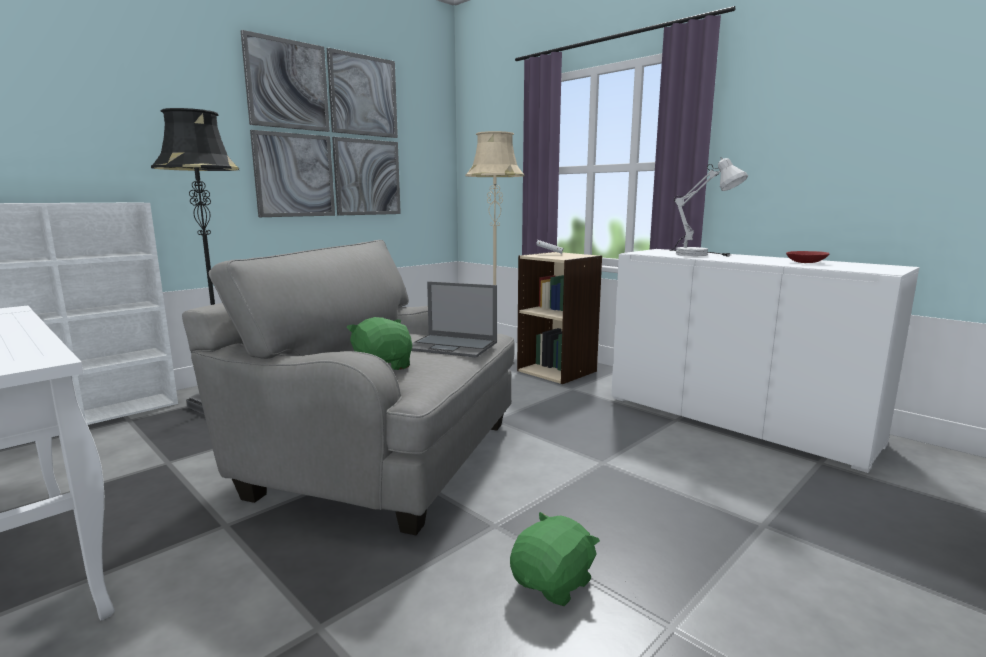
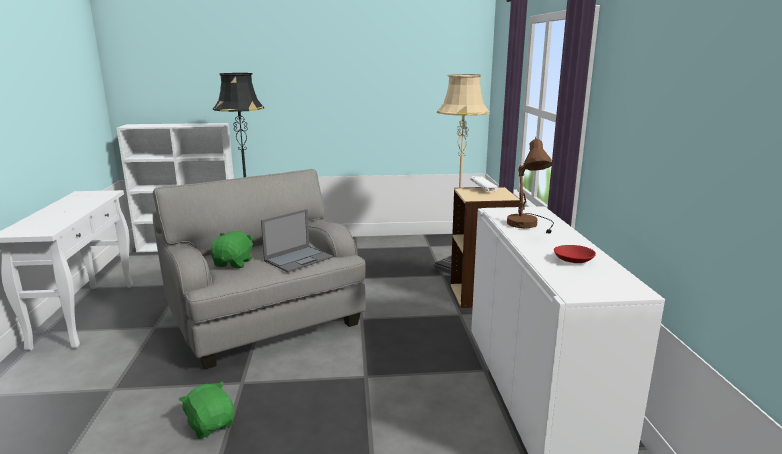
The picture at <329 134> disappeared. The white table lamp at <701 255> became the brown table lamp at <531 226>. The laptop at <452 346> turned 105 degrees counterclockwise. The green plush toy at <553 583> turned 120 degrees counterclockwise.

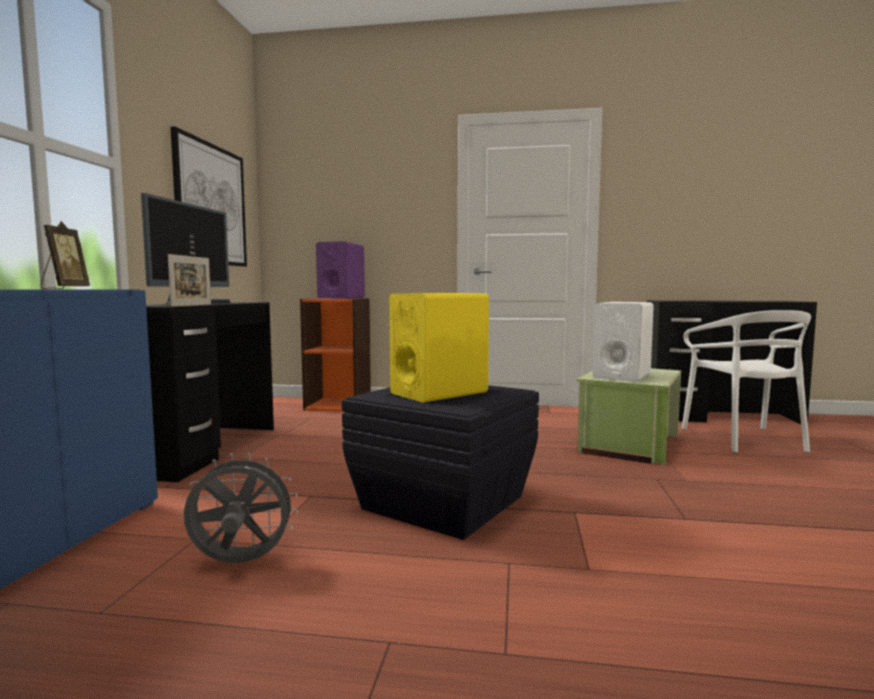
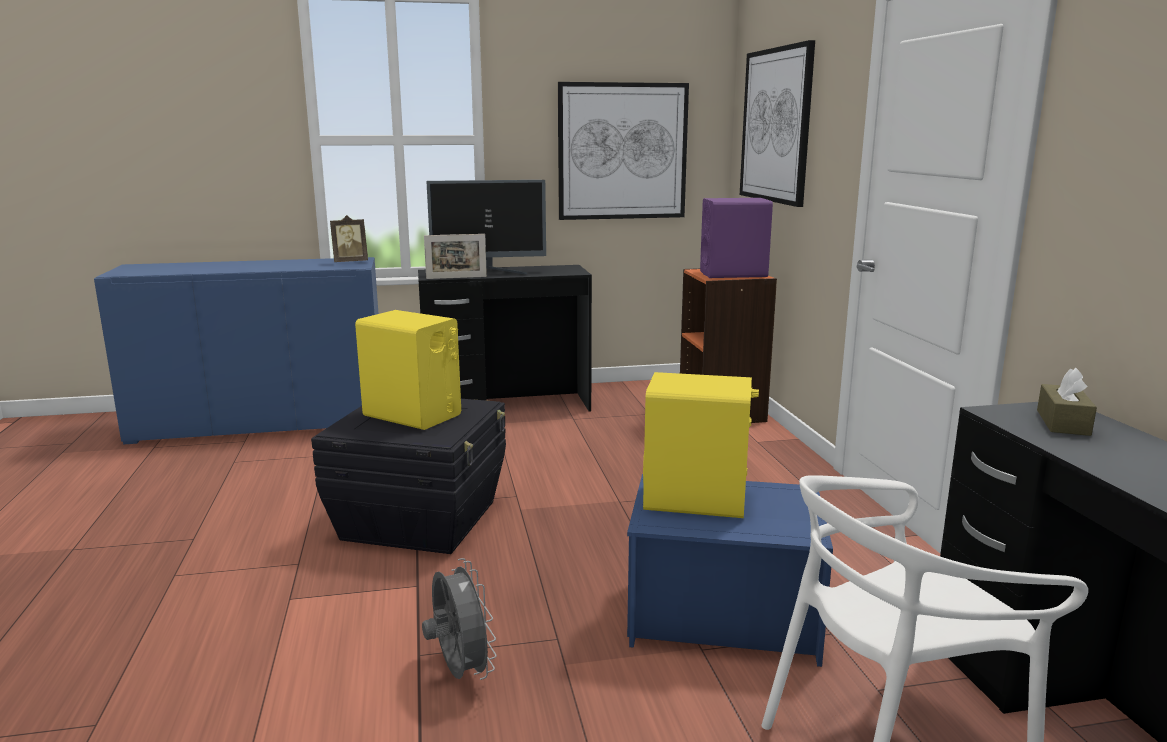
The picture at <776 125> appeared. The brown tissue box at <1063 422> appeared. The grey fan moved from <240 564> to <460 672>. The green storage box at <627 444> became the blue storage box at <722 615>. The white speaker at <622 376> became the yellow speaker at <696 500>.

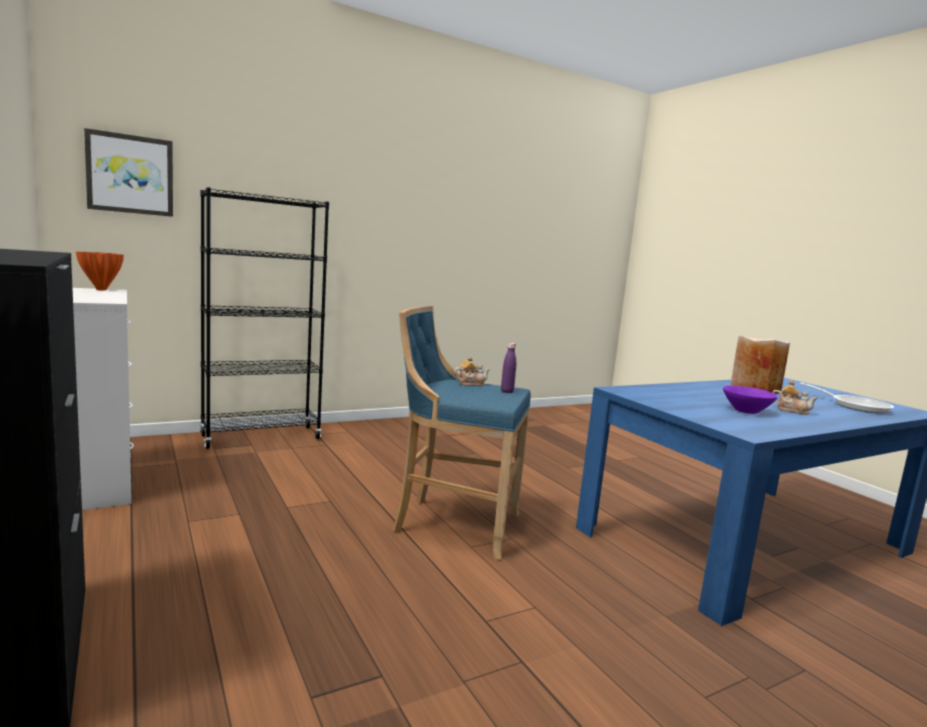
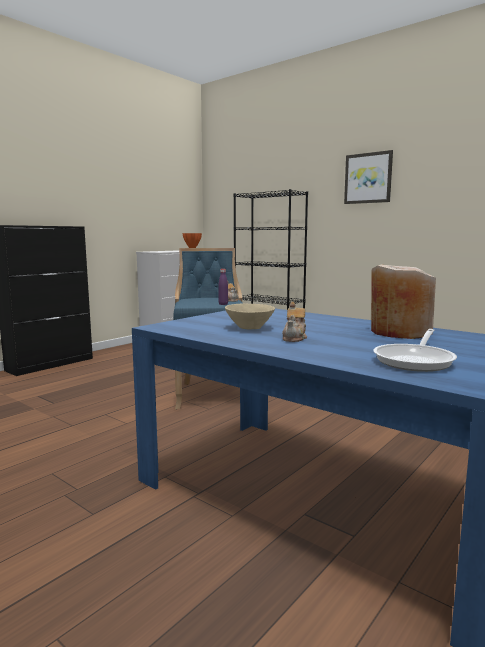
The picture moved from <130 174> to <368 178>. The purple bowl at <747 411> became the beige bowl at <250 328>.

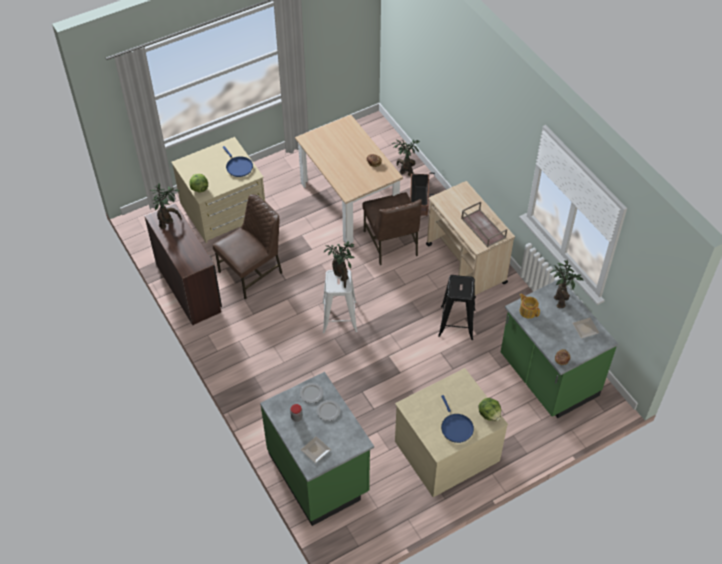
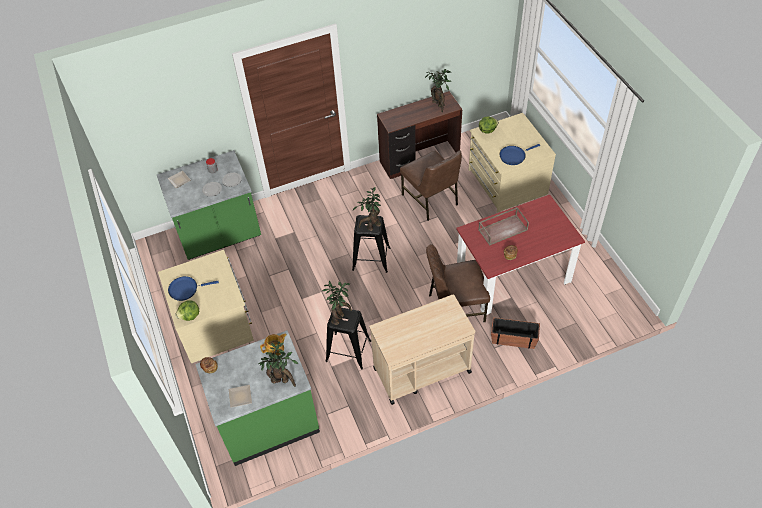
The potted plant moved from <405 172> to <340 317>. The brown tray moved from <482 228> to <503 229>. The beige dining table at <348 202> became the red dining table at <513 276>. The white stool at <339 317> became the black stool at <371 259>.

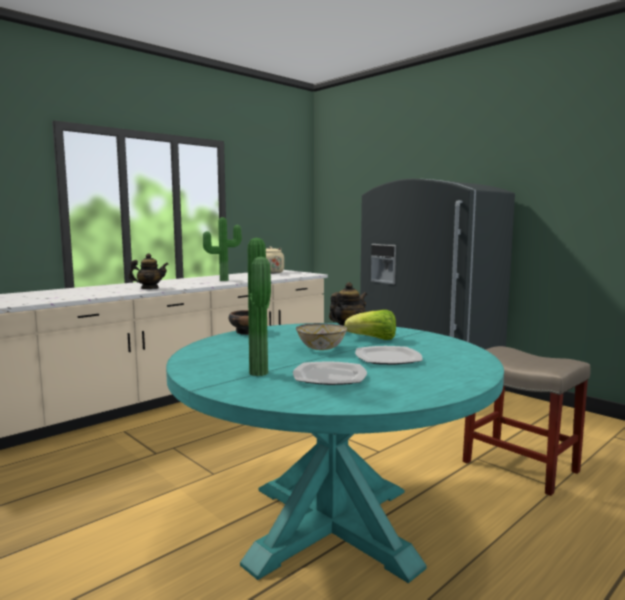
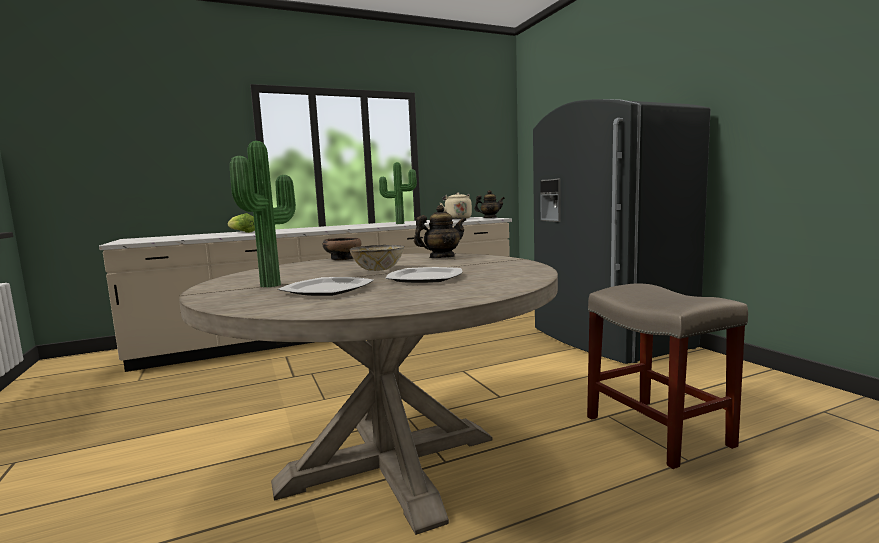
The teapot moved from <149 288> to <490 218>. The lettuce moved from <373 339> to <243 232>. The turquoise dining table at <331 524> became the beige dining table at <389 460>.

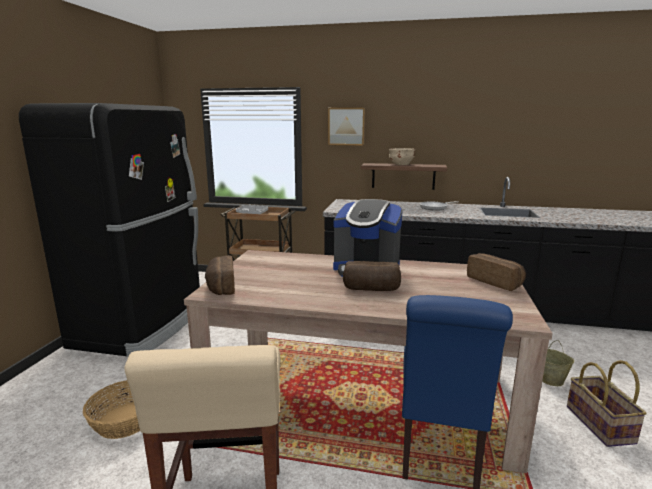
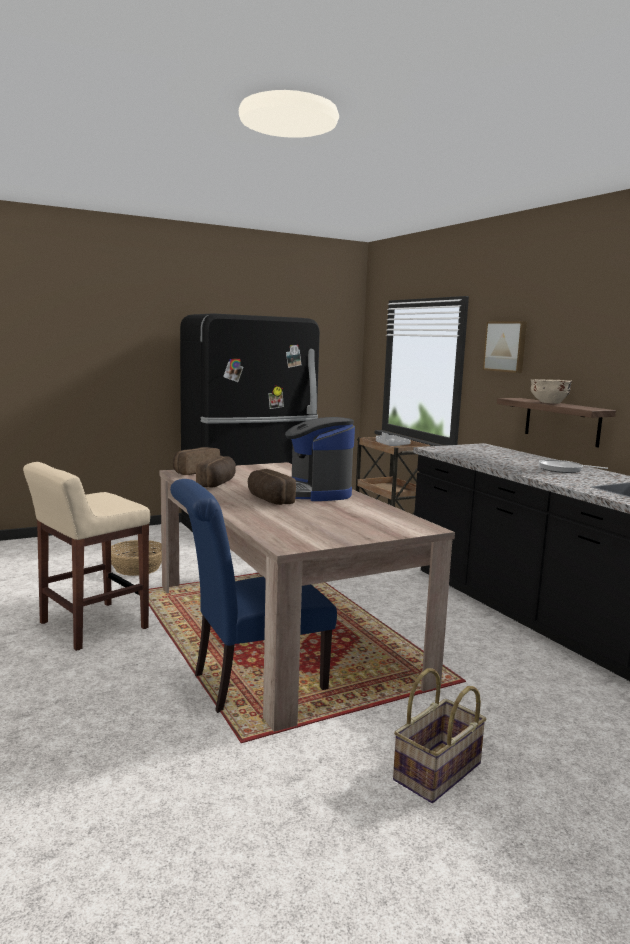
The beige bucket at <552 380> disappeared. The bread moved from <495 281> to <218 483>.

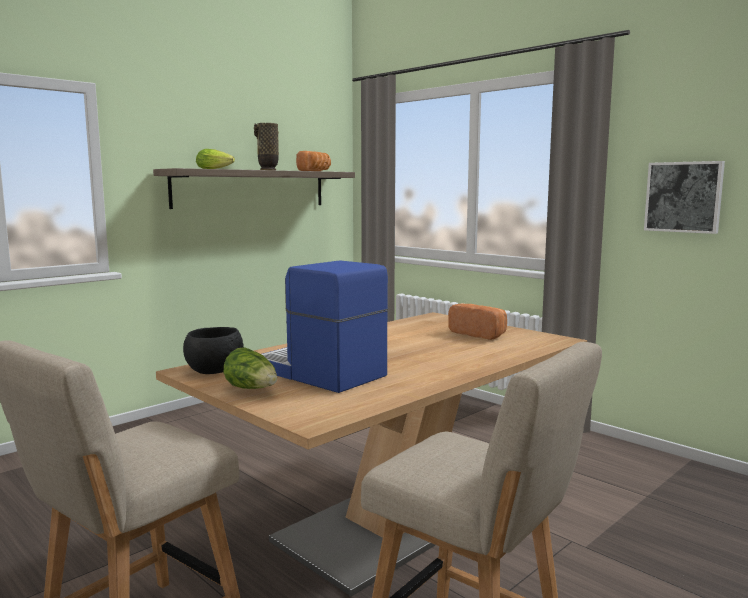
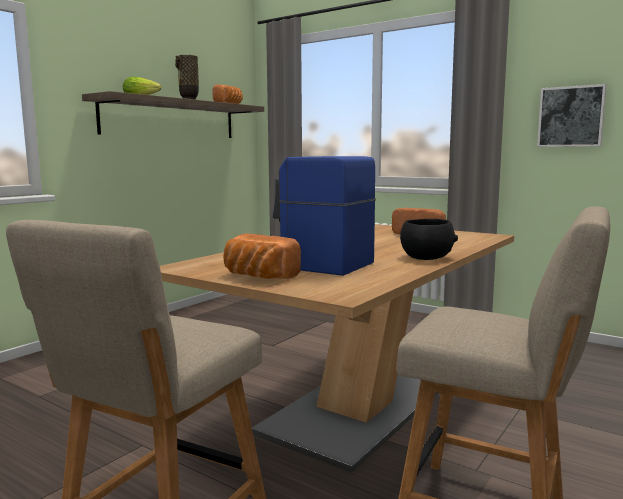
The black bowl moved from <215 370> to <426 257>. The lettuce at <253 389> was replaced by the bread at <258 277>.

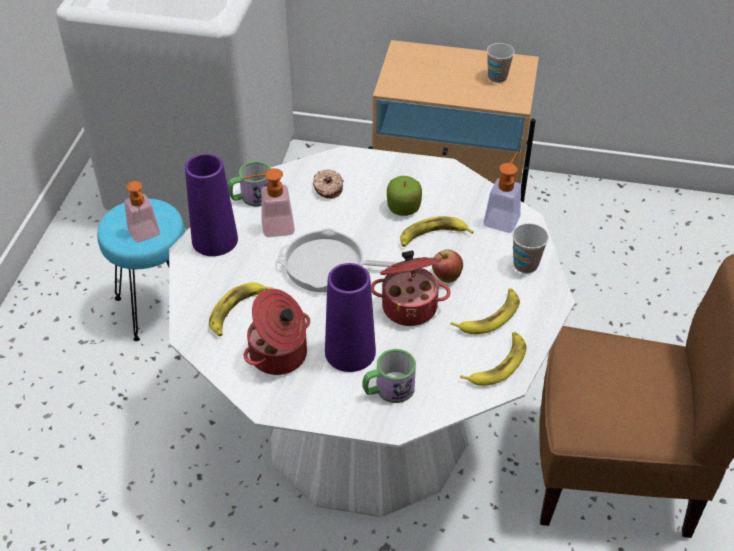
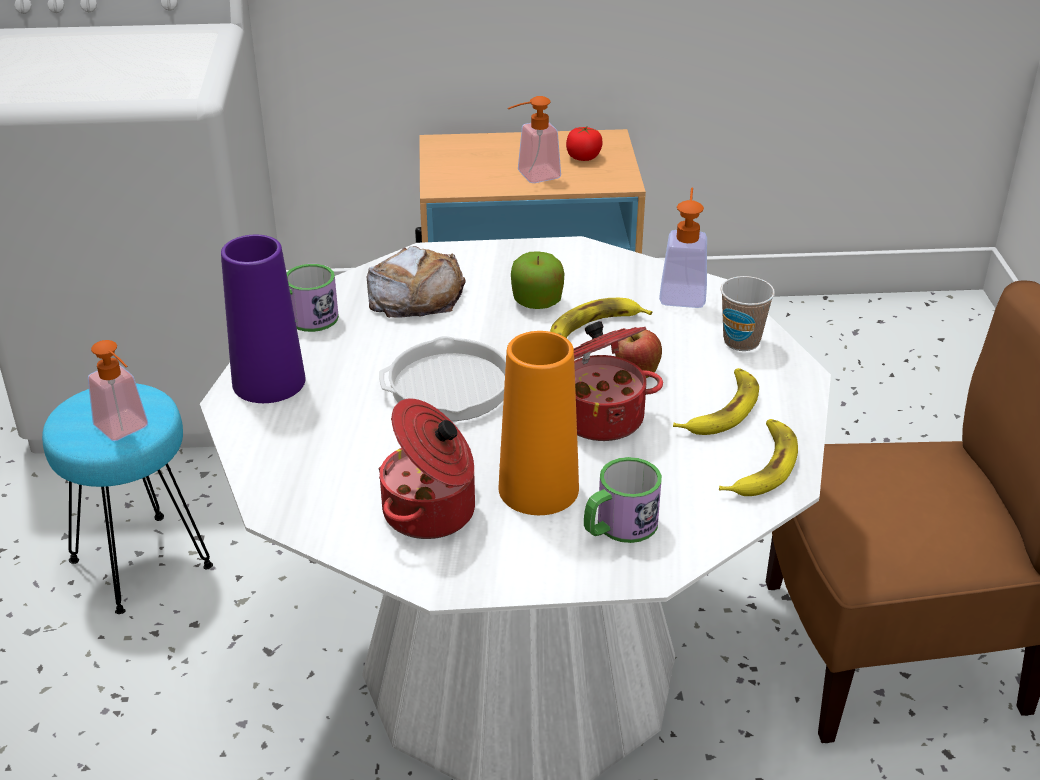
The banana at <237 311> disappeared. The soap dispenser moved from <271 228> to <532 176>. The donut at <327 188> was replaced by the bread at <416 294>. The cup at <497 77> was replaced by the tomato at <583 157>. The purple vase at <350 352> became the orange vase at <538 489>.

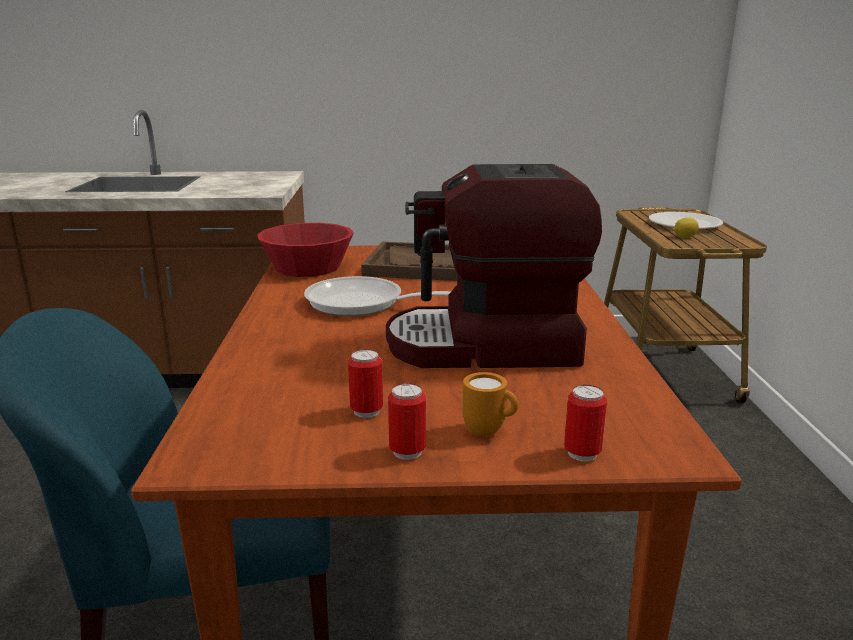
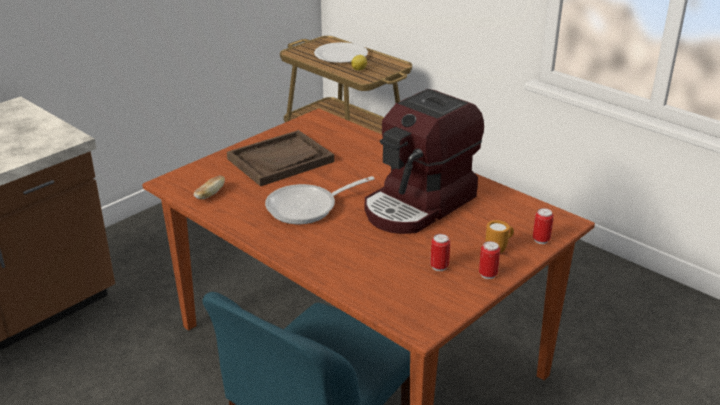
The red bowl at <307 267> was replaced by the bread at <210 194>.

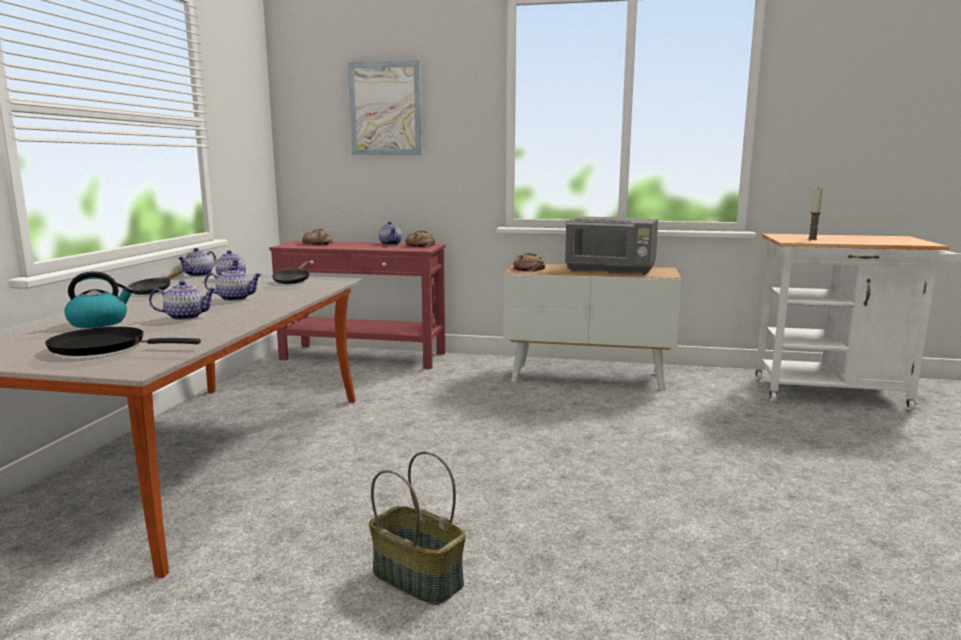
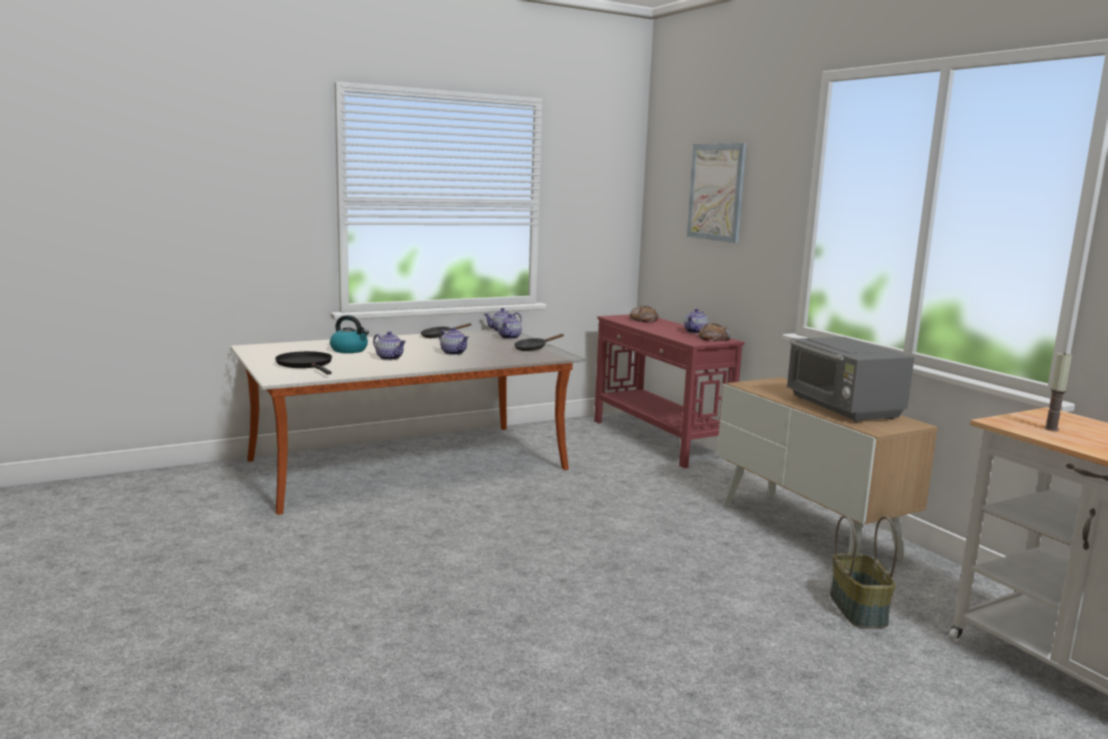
The bread at <529 269> disappeared. The basket moved from <419 578> to <859 609>.

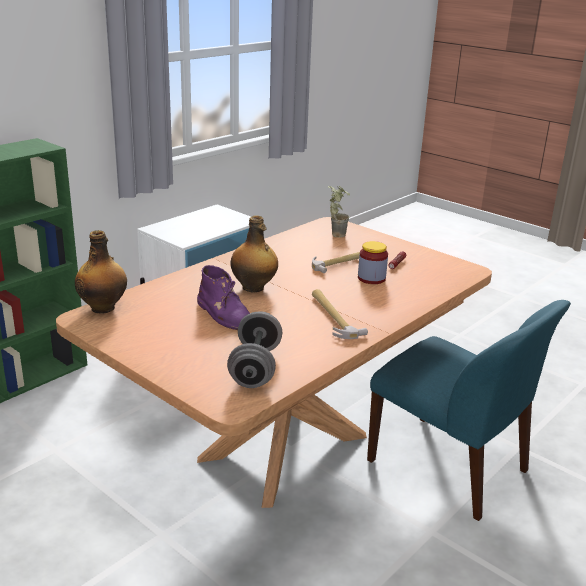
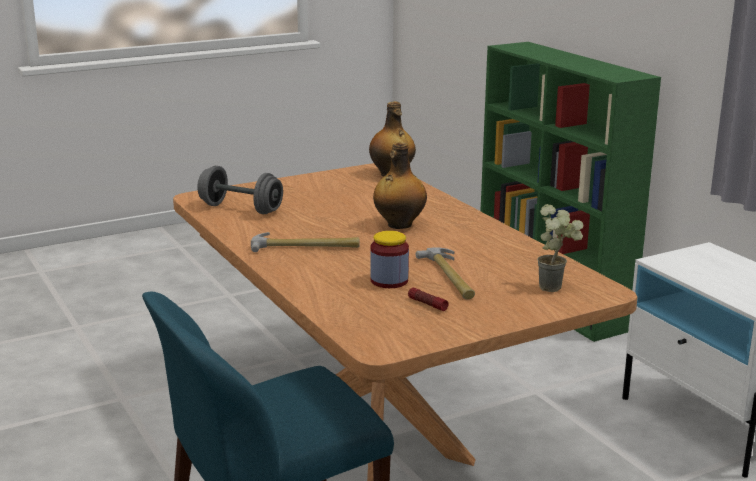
The purple boot at <225 315> disappeared.

